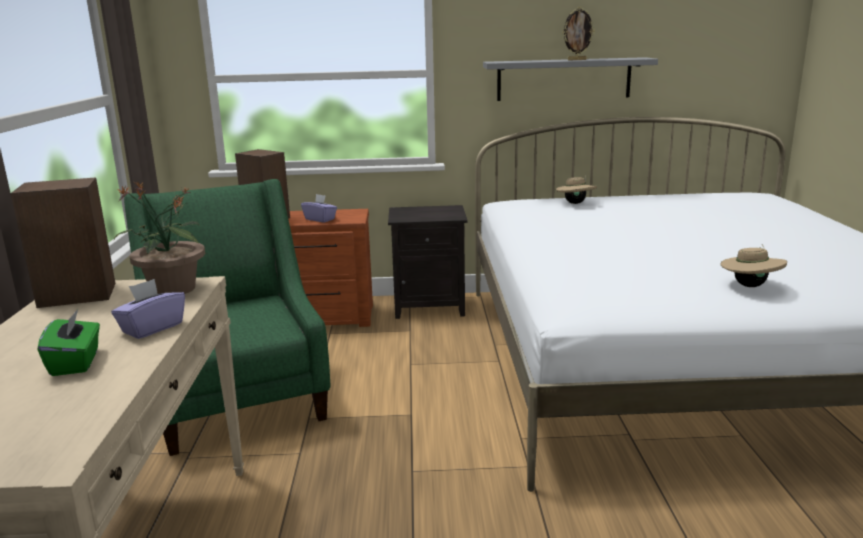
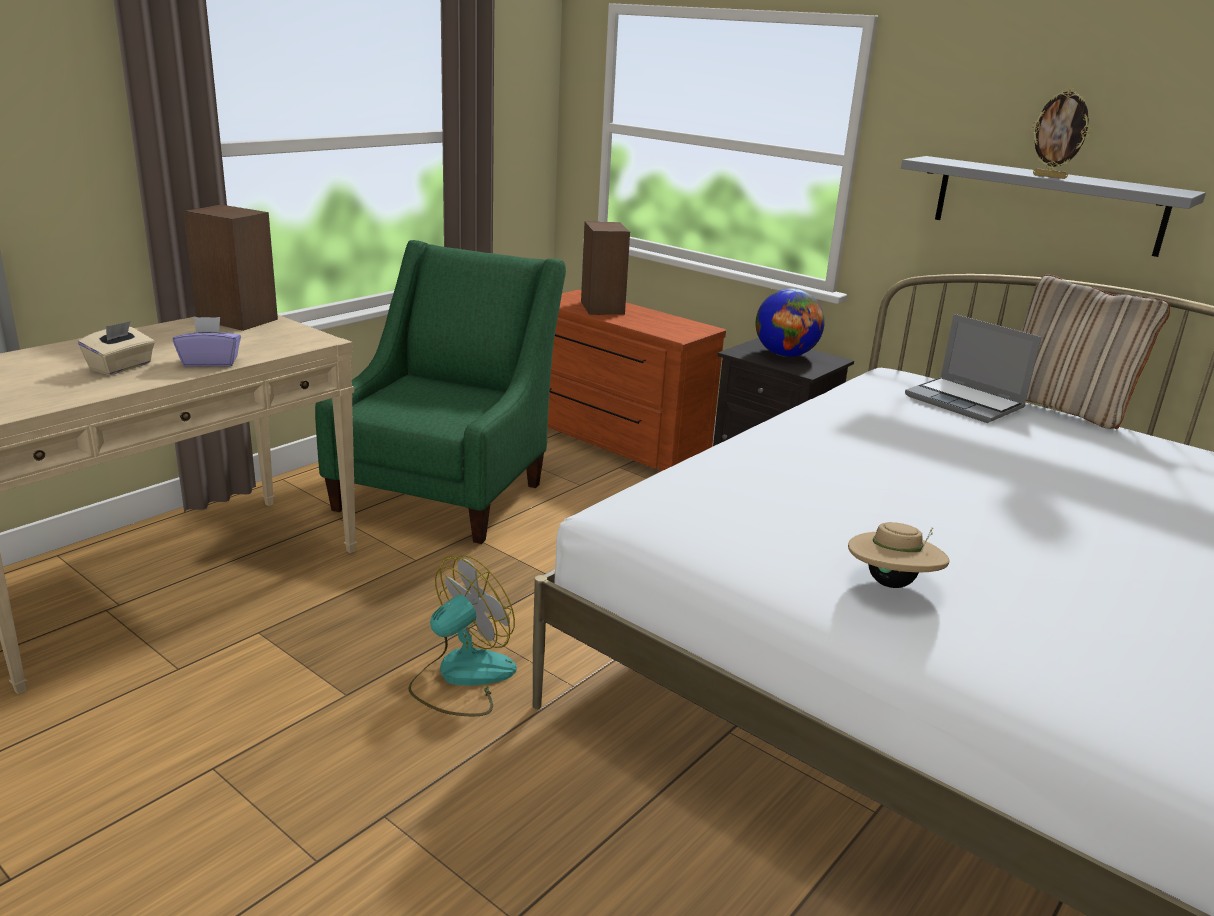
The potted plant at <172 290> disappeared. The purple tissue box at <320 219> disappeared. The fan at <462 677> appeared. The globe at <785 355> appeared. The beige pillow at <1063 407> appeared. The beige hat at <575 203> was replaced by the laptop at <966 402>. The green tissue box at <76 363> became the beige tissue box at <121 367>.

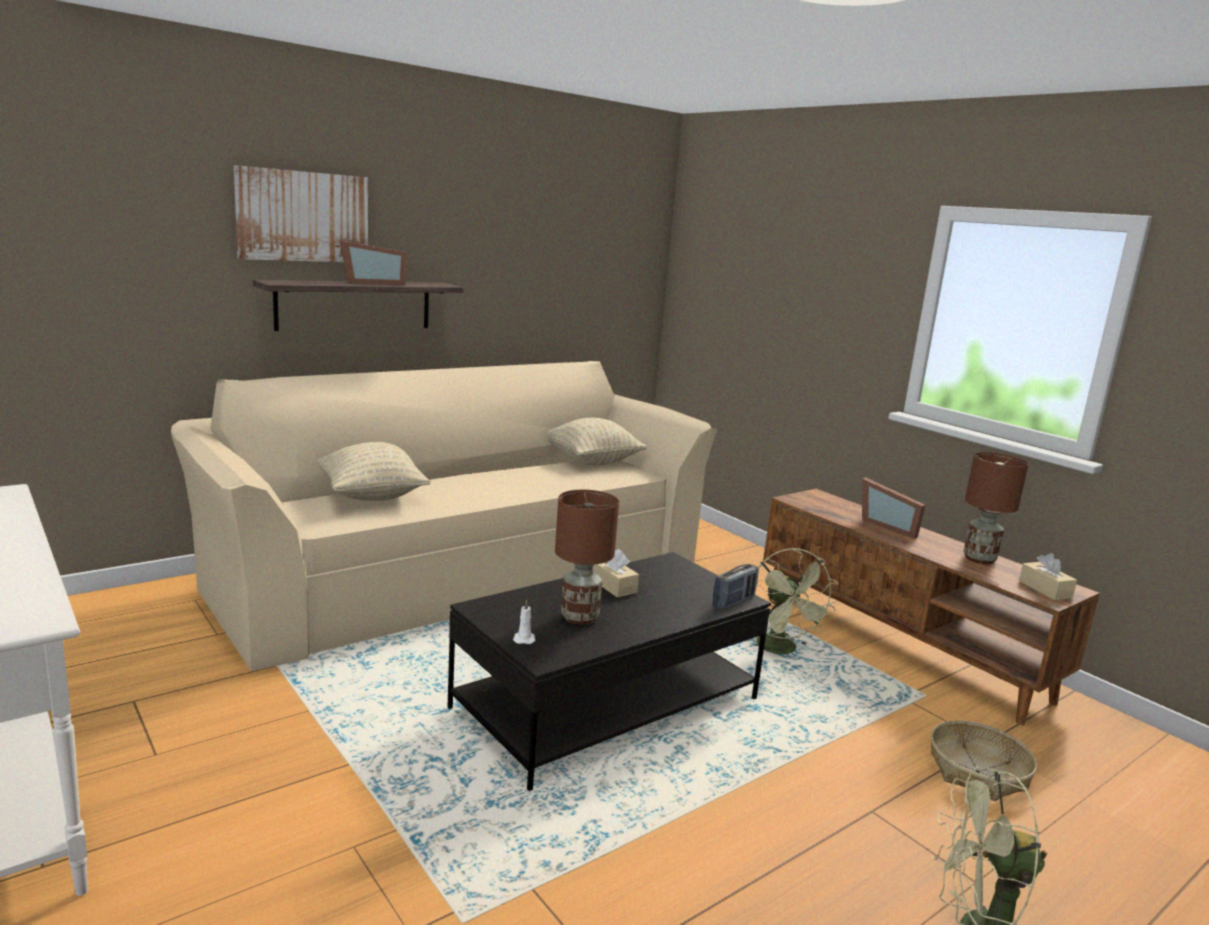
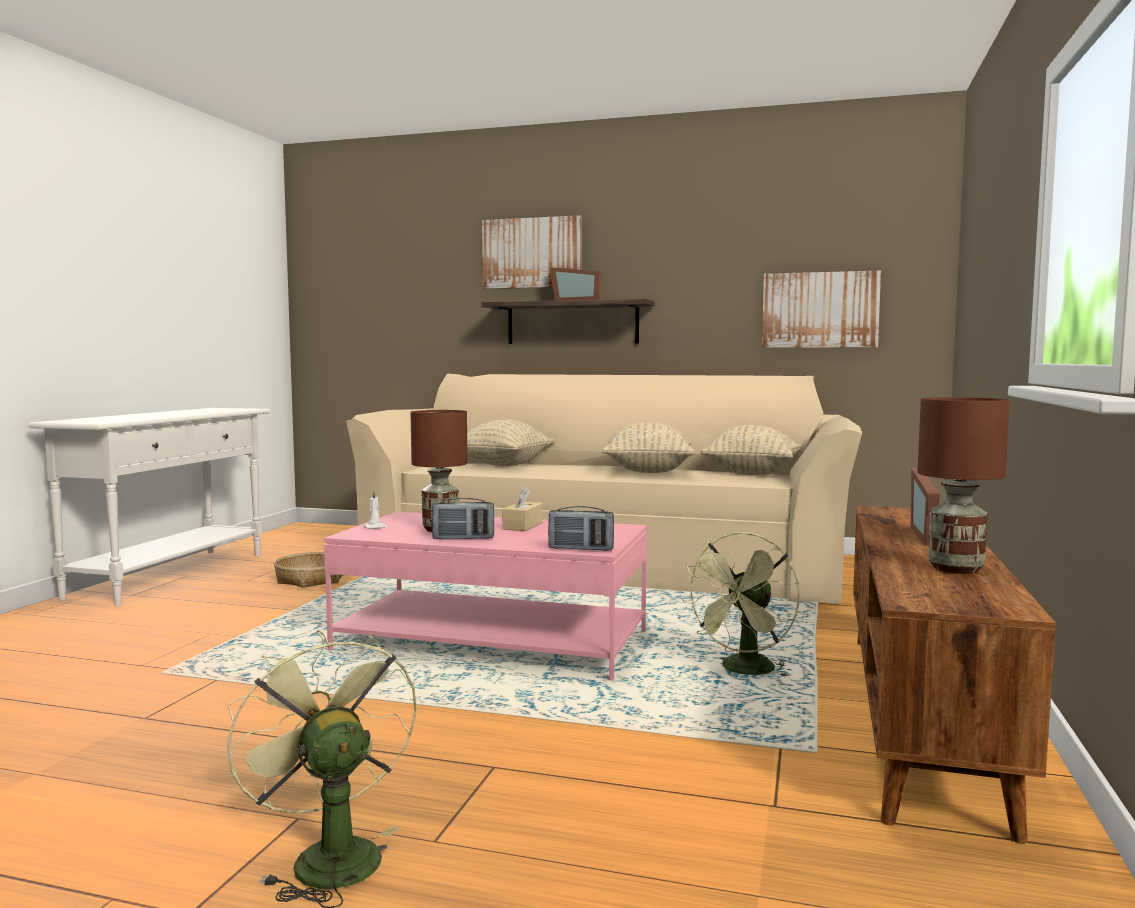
The beige tissue box at <1045 589> disappeared. The radio at <463 538> appeared. The beige pillow at <648 471> appeared. The picture at <820 310> appeared. The basket moved from <977 771> to <312 579>. The black coffee table at <607 704> became the pink coffee table at <493 641>.

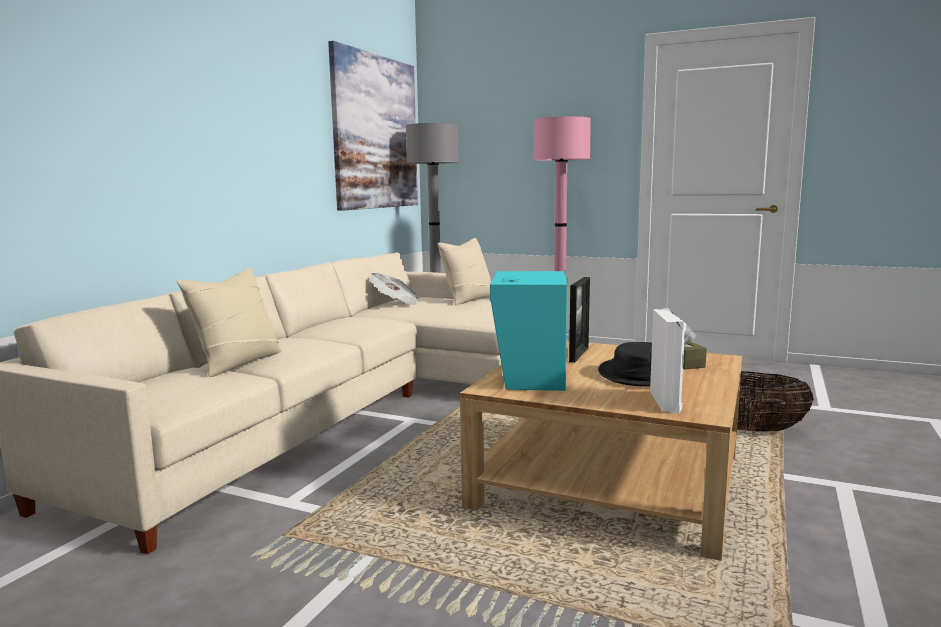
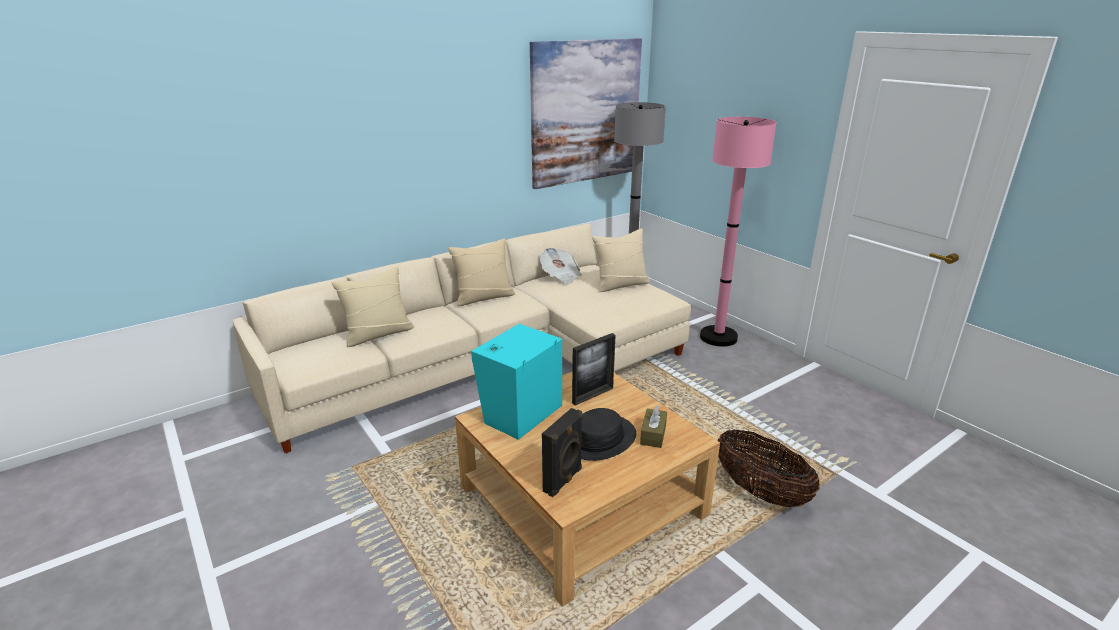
The beige pillow at <484 297> appeared. The white speaker at <666 402> became the black speaker at <563 480>.

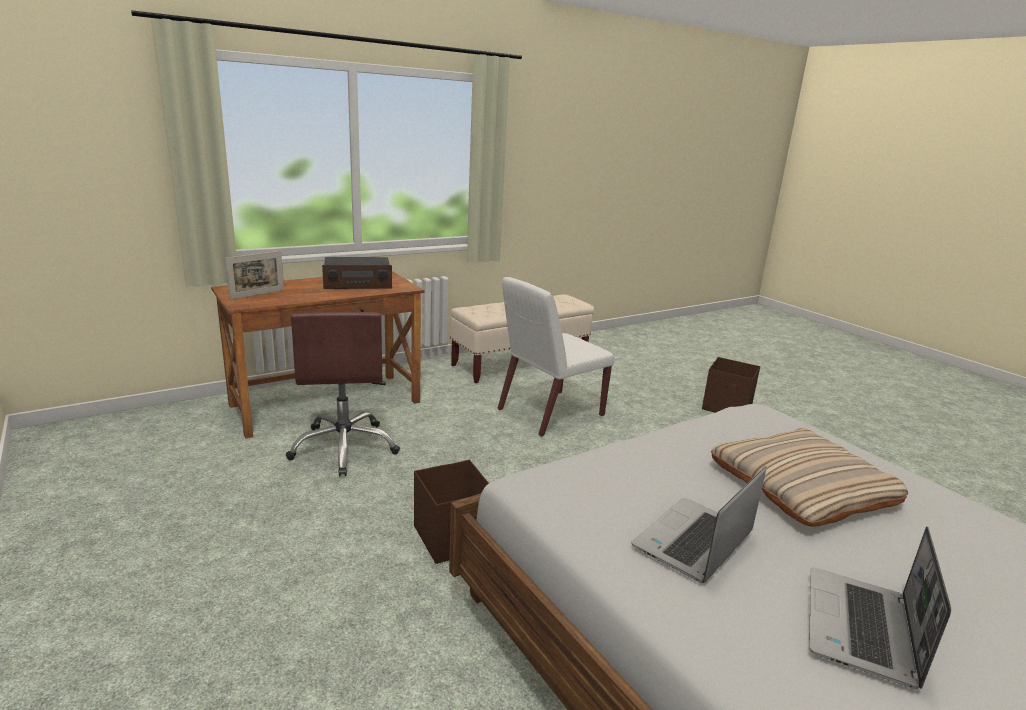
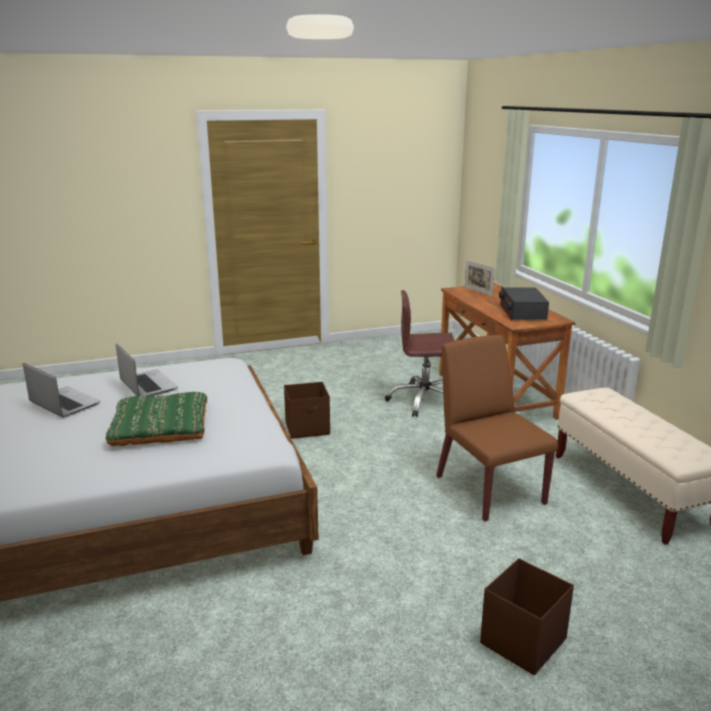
The white chair at <549 413> became the brown chair at <488 489>. The beige pillow at <802 485> became the green pillow at <160 426>.

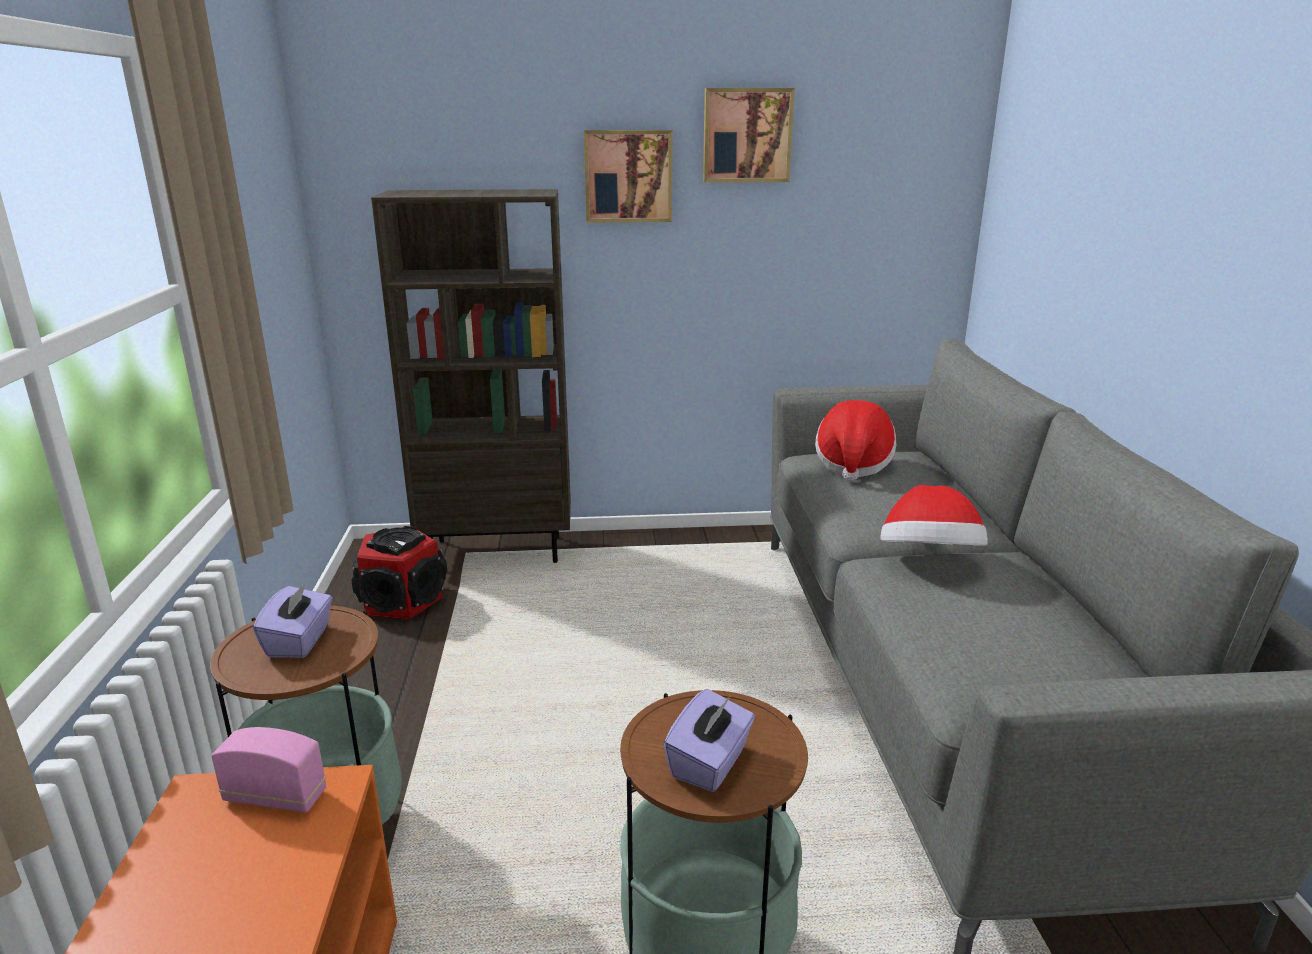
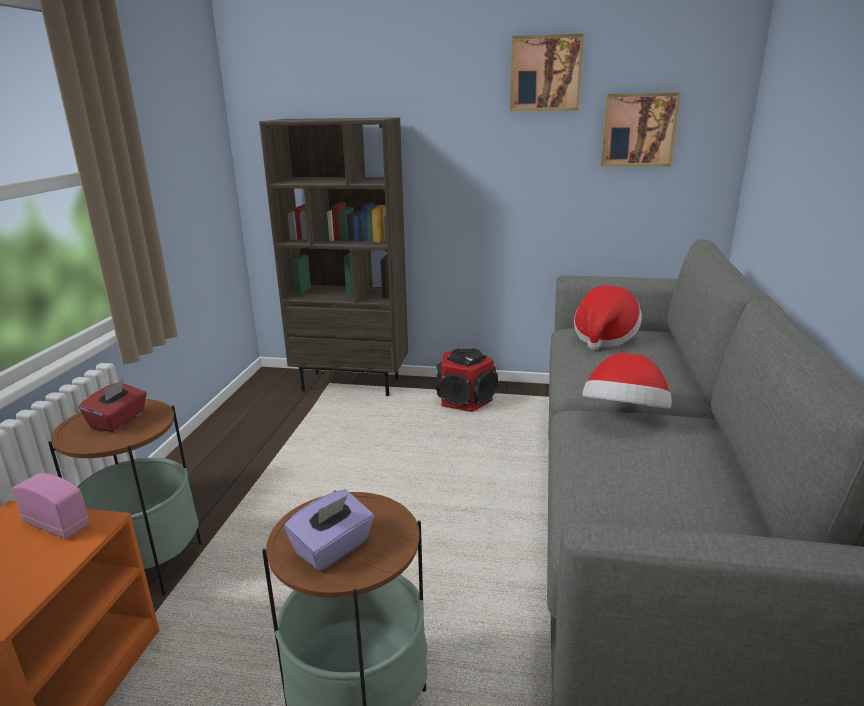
The speaker moved from <402 601> to <465 400>. The picture moved from <628 176> to <638 130>. The purple tissue box at <300 641> became the red tissue box at <119 421>.

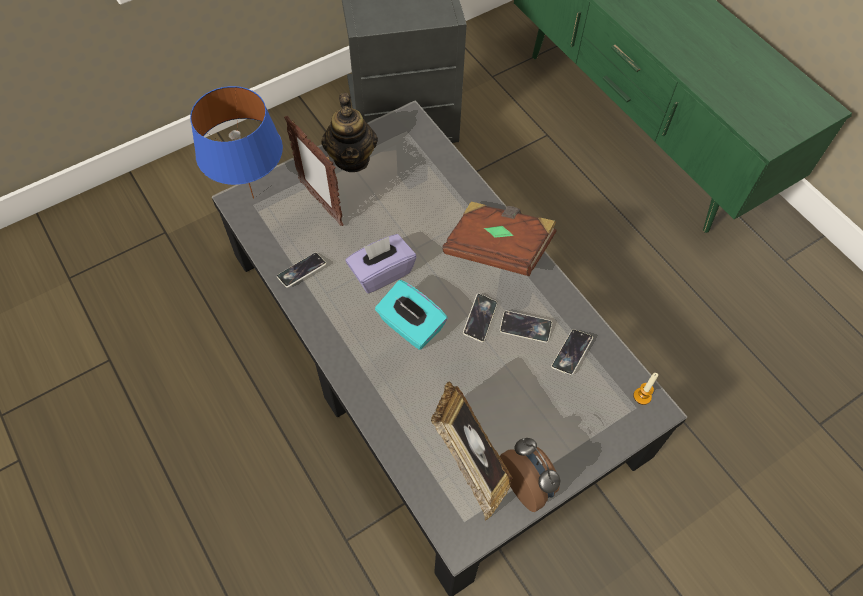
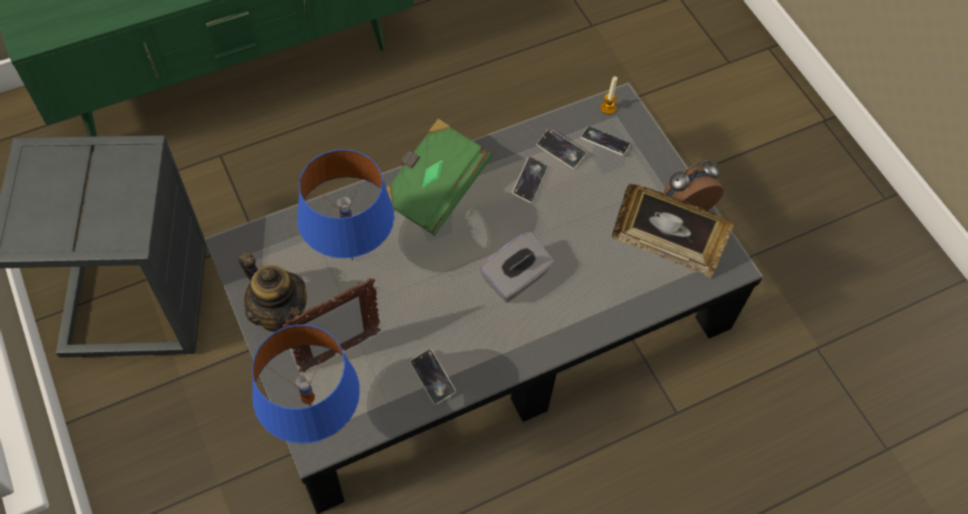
The purple tissue box at <381 272> disappeared. The blue table lamp at <353 260> appeared. The phone moved from <480 319> to <605 142>. The turquoise tissue box at <410 326> became the grey tissue box at <516 279>. The brown book at <498 248> became the green book at <434 189>. The teapot at <352 158> turned 45 degrees clockwise. The picture frame at <468 463> turned 45 degrees clockwise.

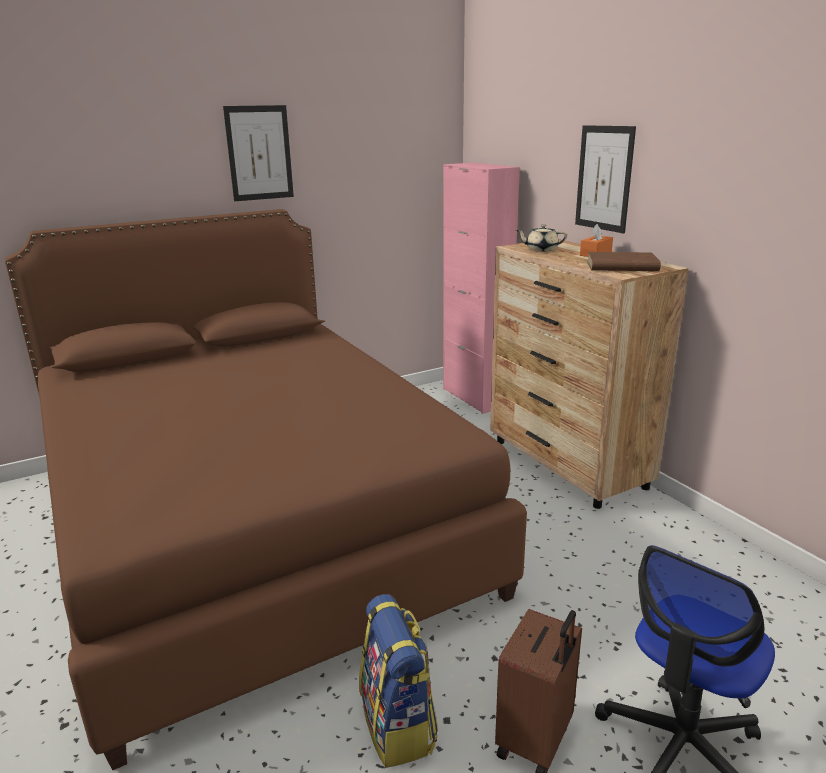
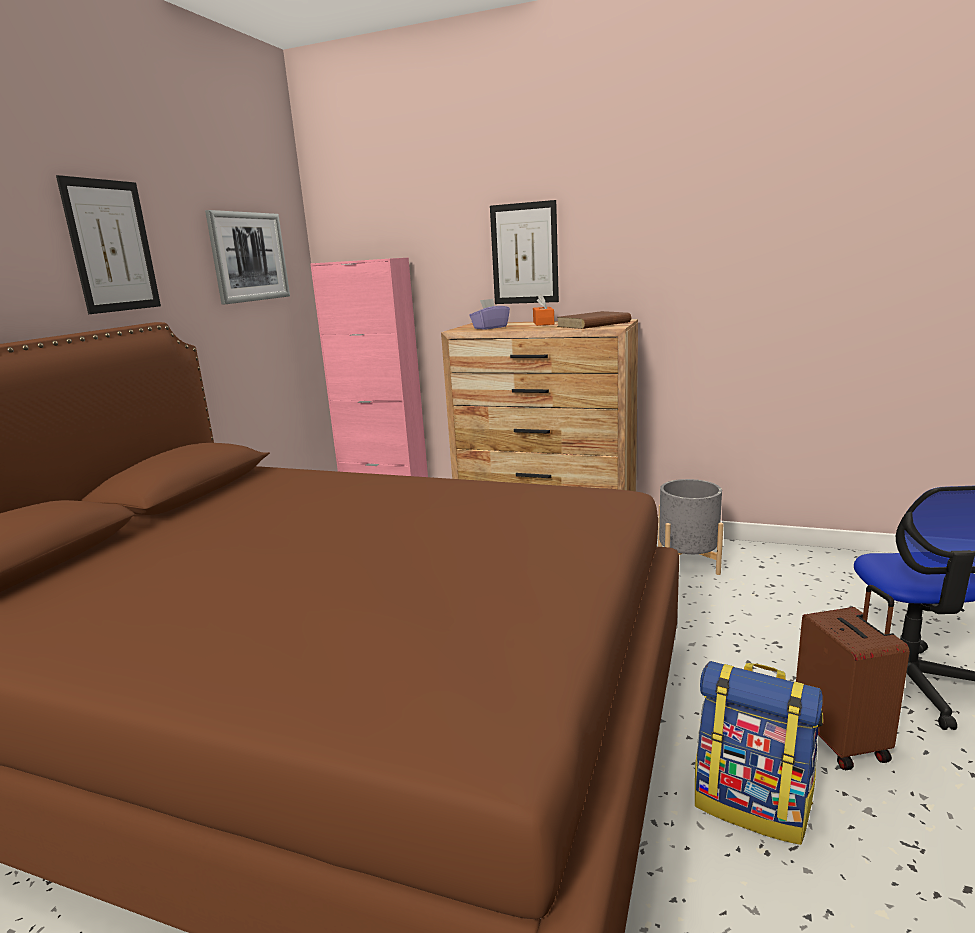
The picture at <249 257> appeared. The grey planter at <688 562> appeared. The beige teapot at <541 249> was replaced by the purple tissue box at <490 327>.

